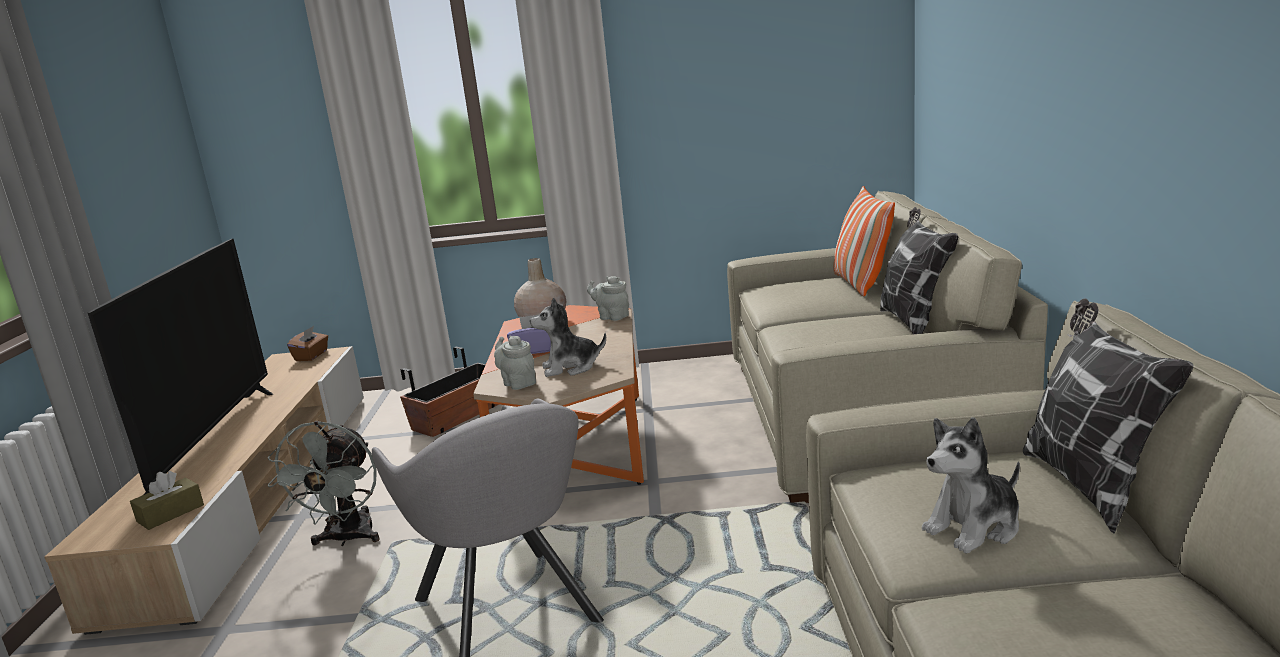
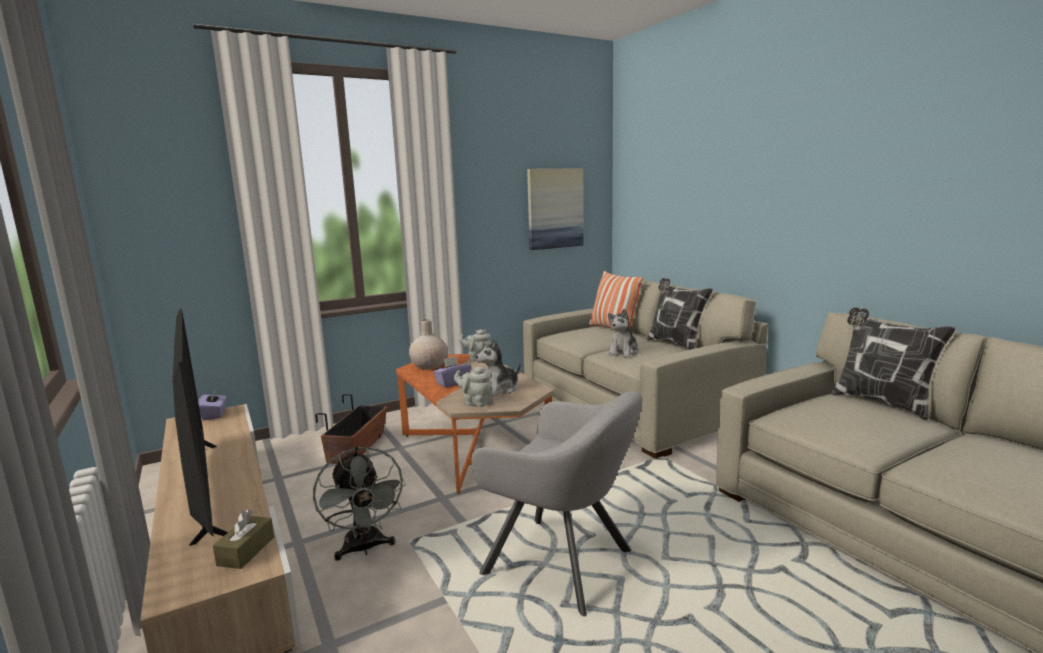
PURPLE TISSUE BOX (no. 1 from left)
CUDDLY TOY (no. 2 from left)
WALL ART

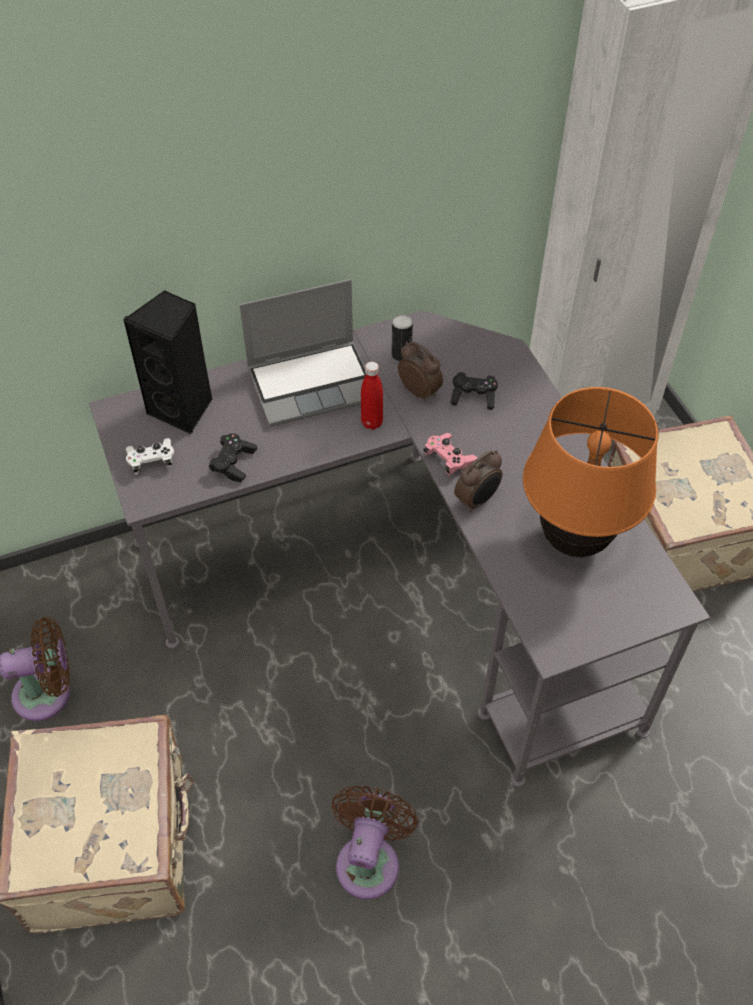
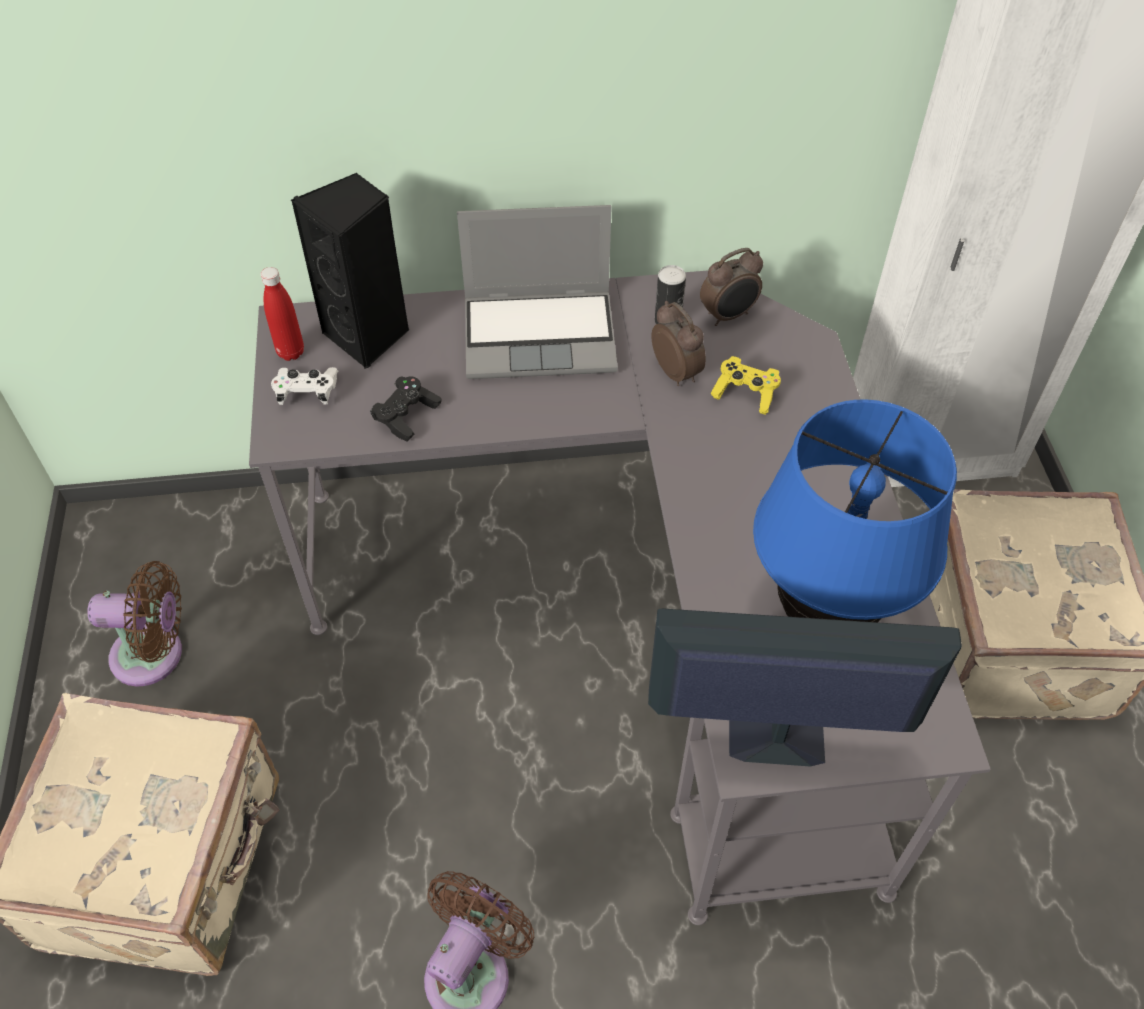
RED-COLOURED DRINK BOTTLE
PINK JOYPAD
YELLOW JOYPAD
ALARM CLOCK (no. 2 from left)
BLUISH TABLE LAMP
MONITOR

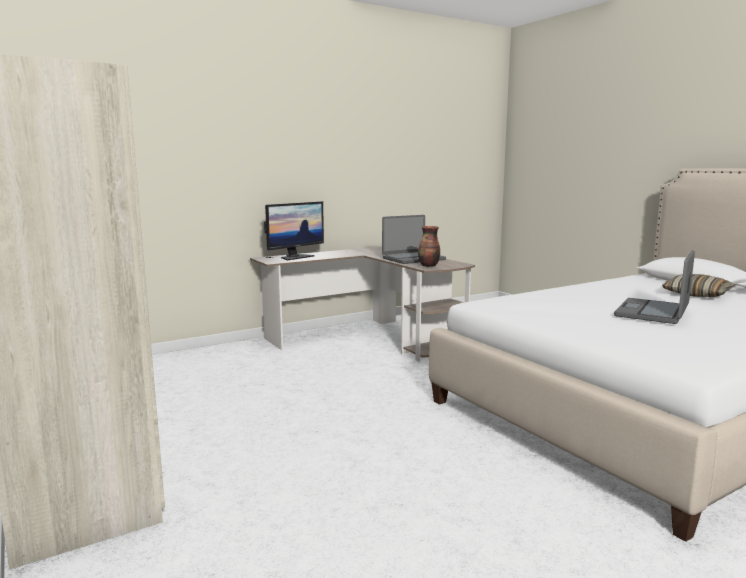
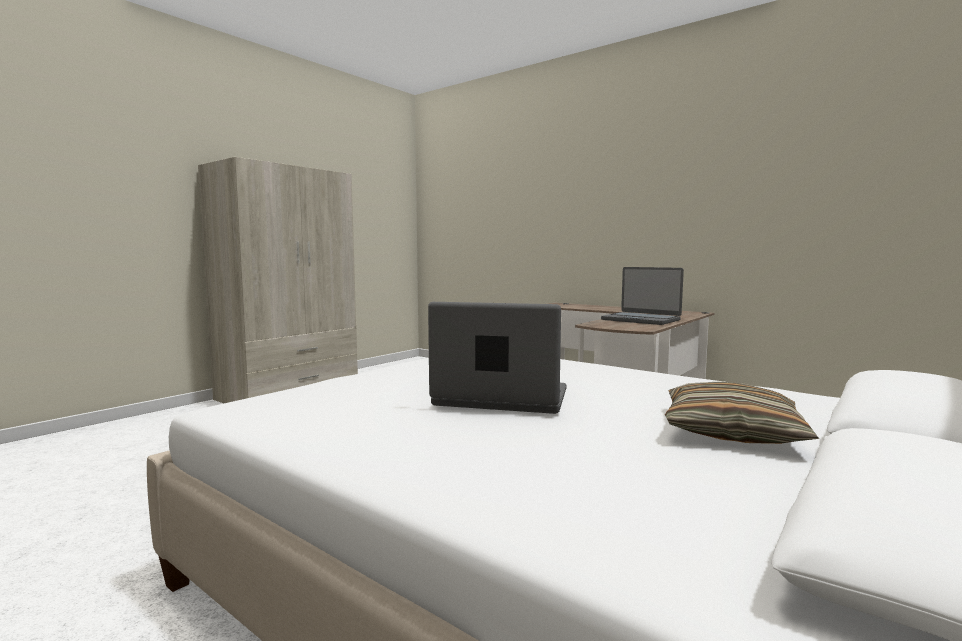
MONITOR
FLOWER VASE

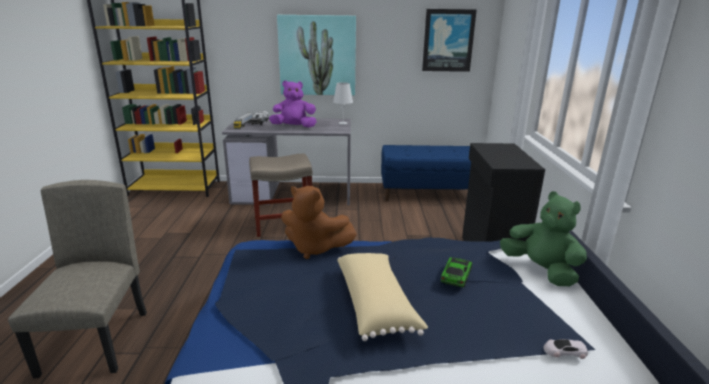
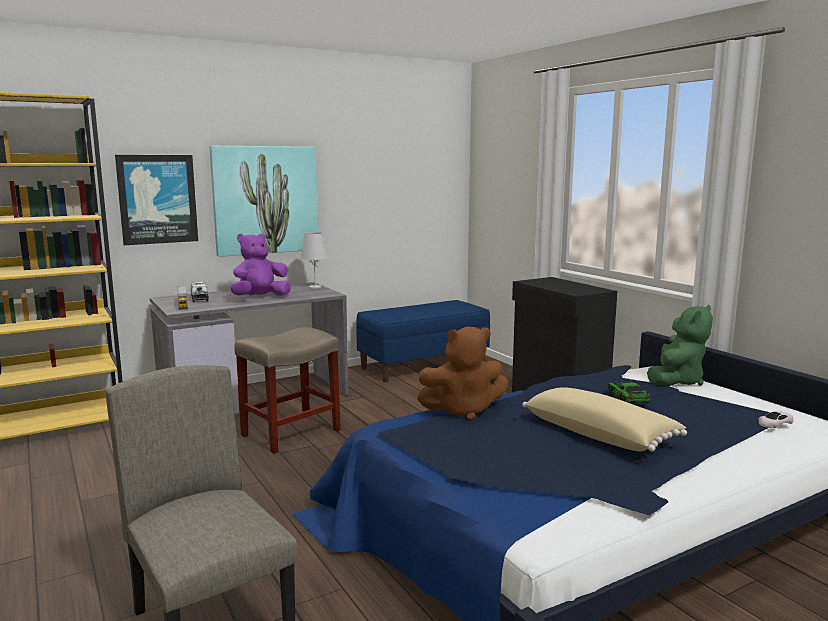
WALL ART (no. 1 from left)
GREEN CUDDLY TOY

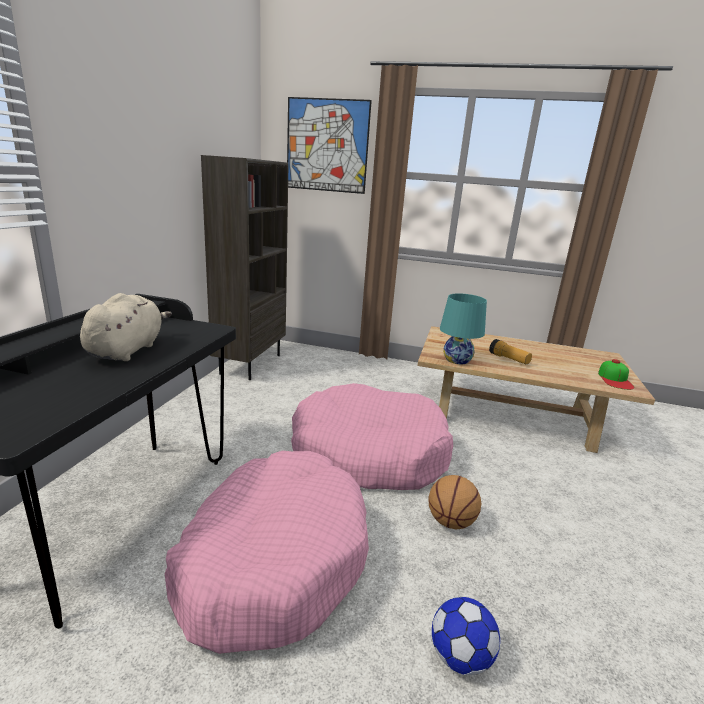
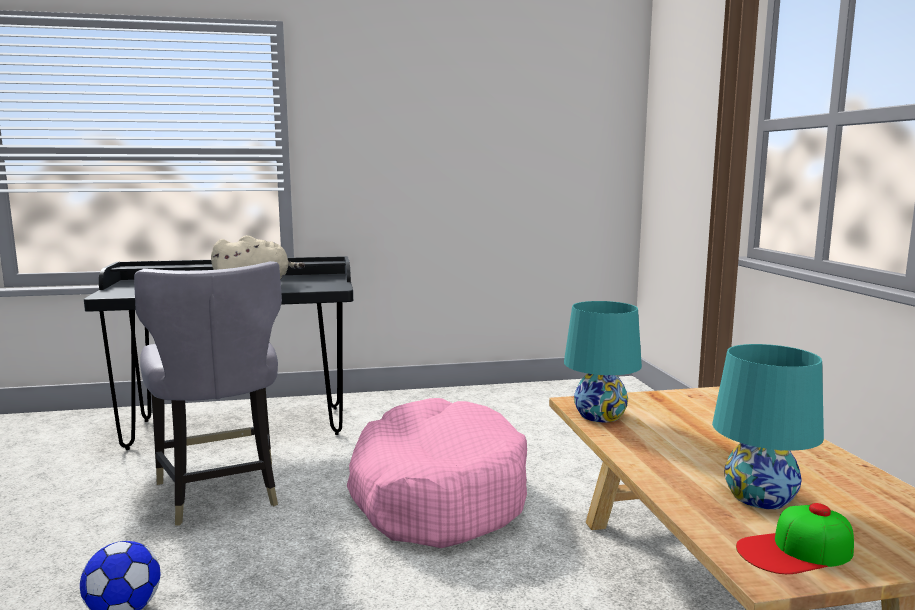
GRAY UPRIGHT CHAIR
BROWN SHELVING UNIT
WALL ART
BASKETBALL BALL
TORCH
TURQUOISE TABLE LAMP (no. 2 from left)

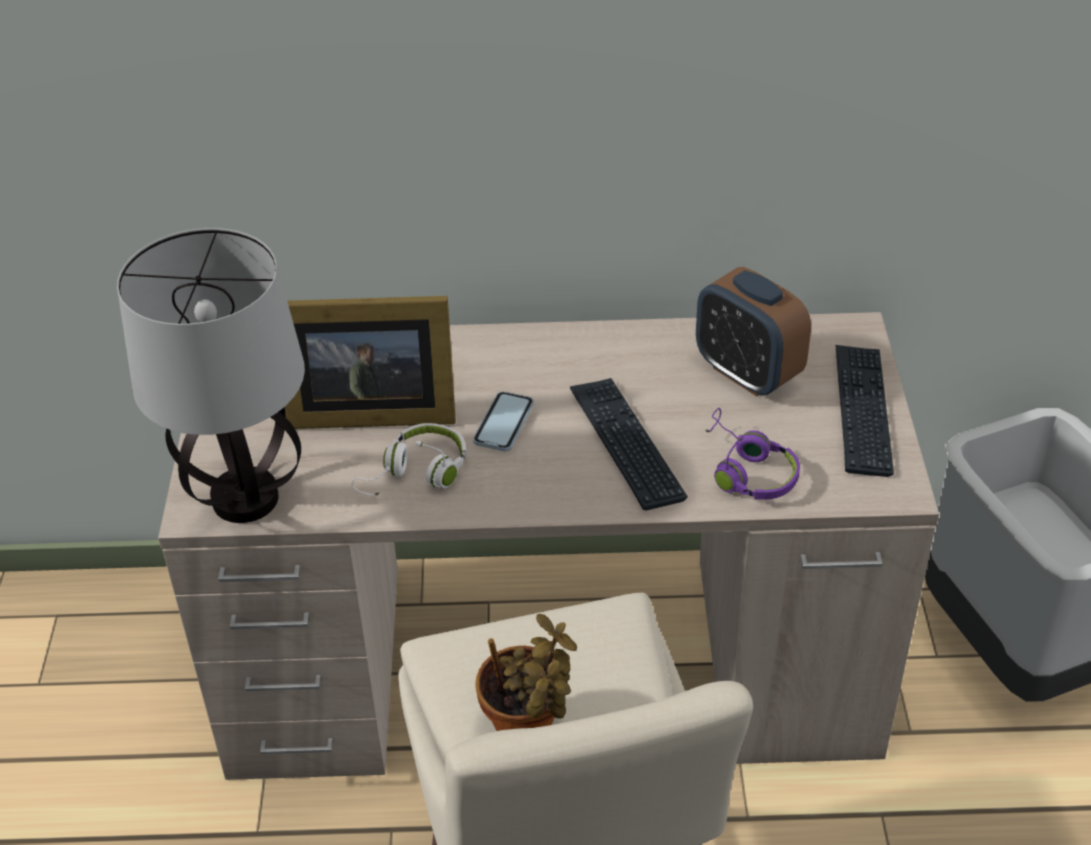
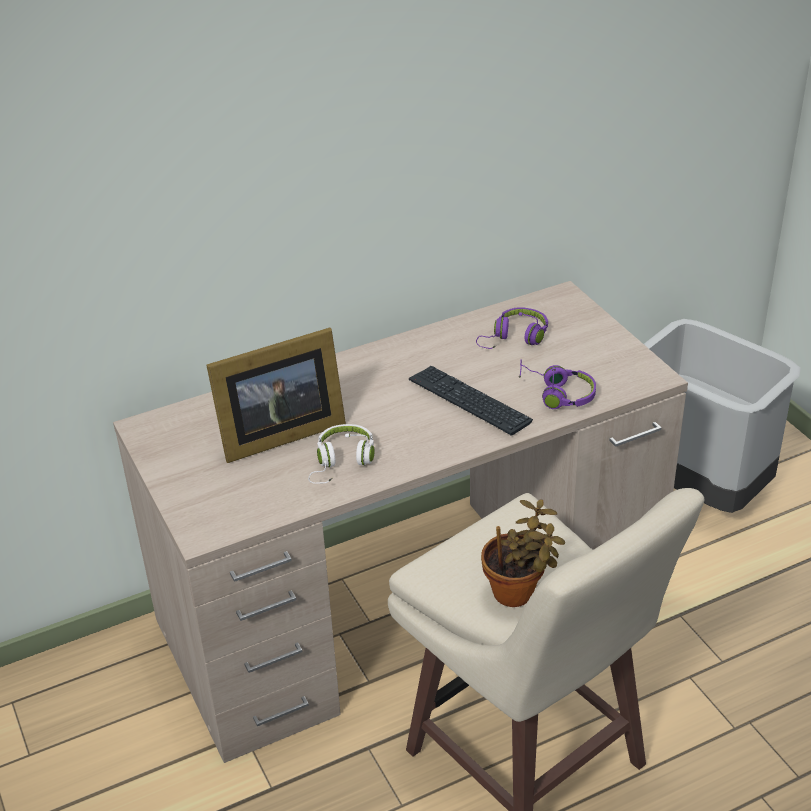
TABLE LAMP
HANDSET
PURPLE PAIR OF HEADPHONES (no. 1 from left)
KEYBOARD (no. 2 from left in the first image)

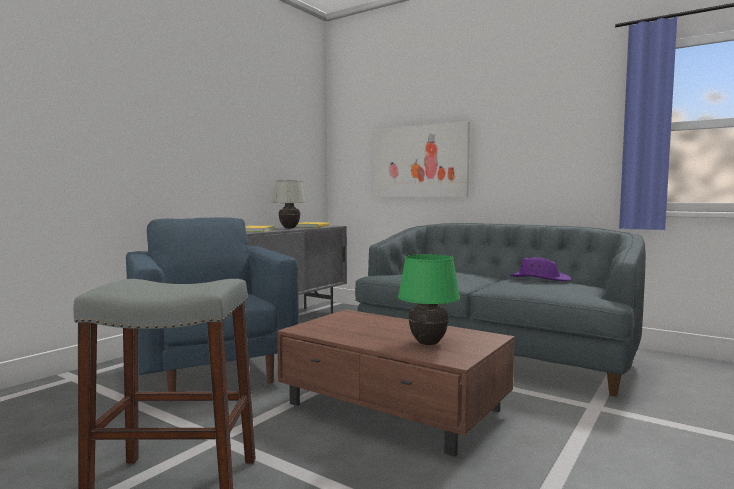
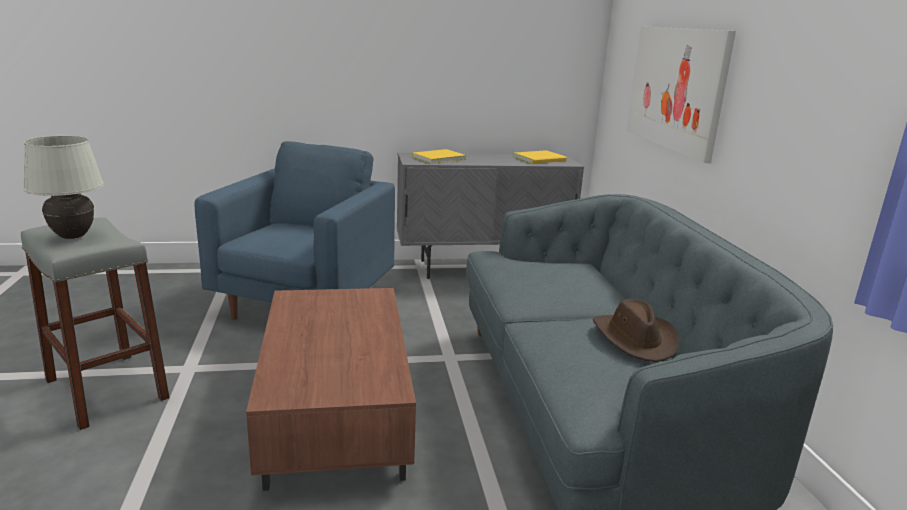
WHITISH TABLE LAMP
GREEN TABLE LAMP
BROWN CLOTHING HAT

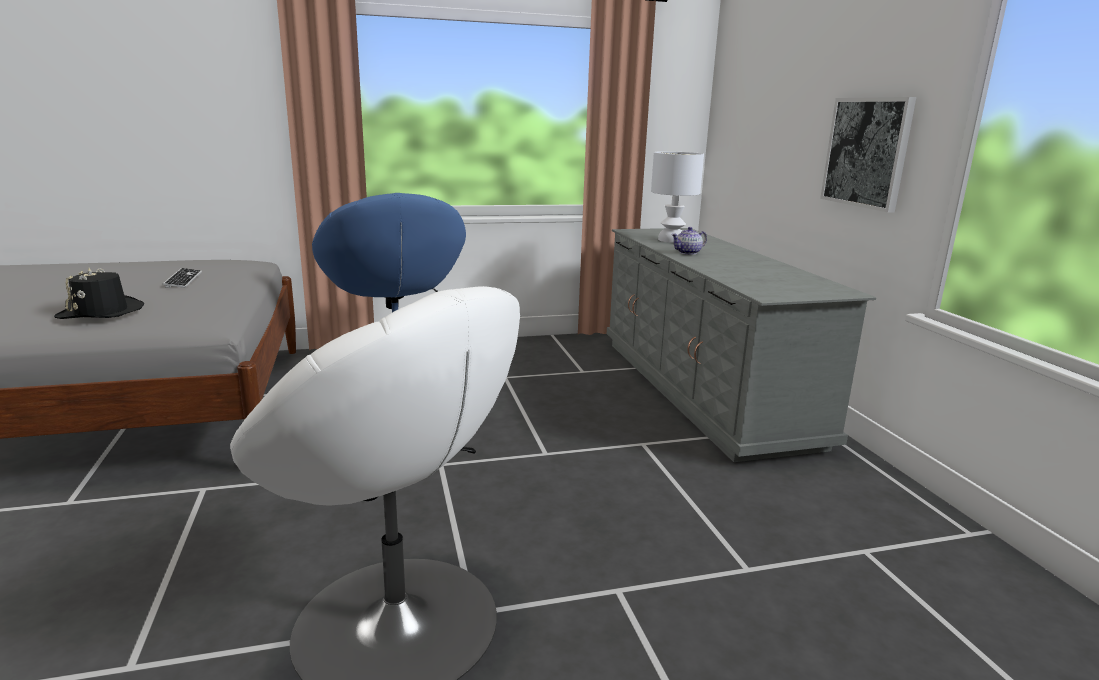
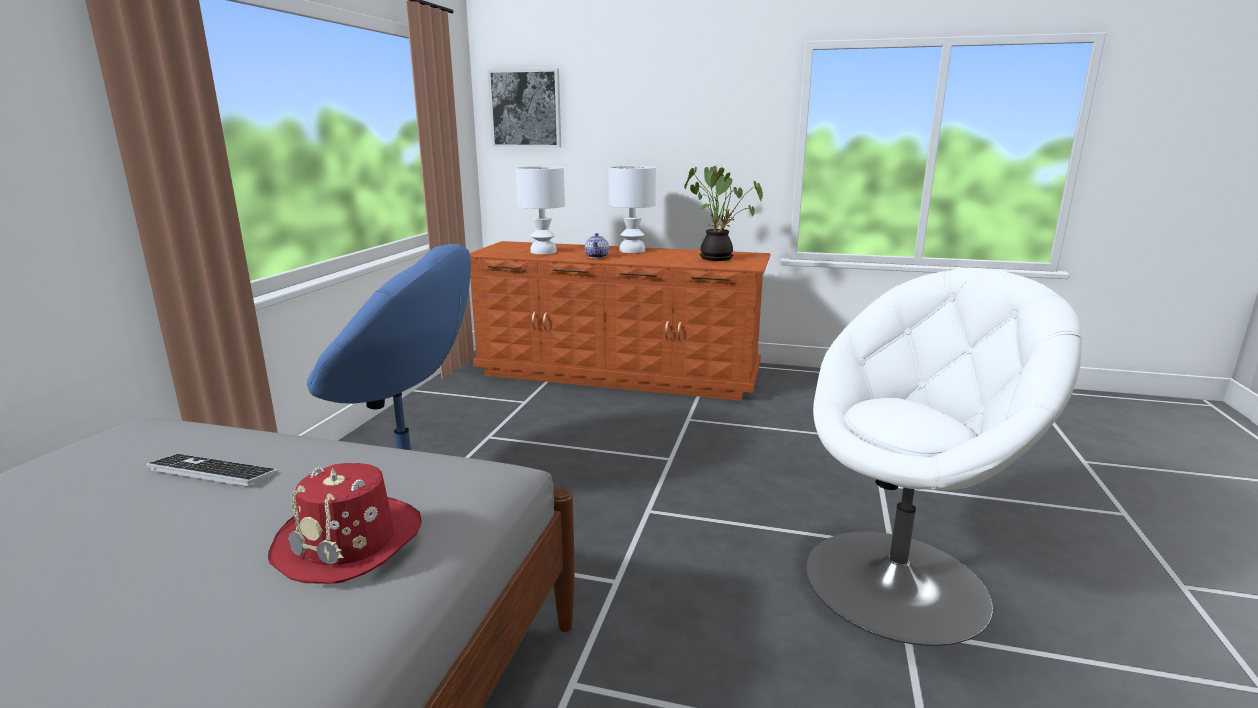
RED-COLOURED CLOTHING HAT
BROWN DRESSER
WALL ART
WHITISH TABLE LAMP (no. 2 from left)
HOUSEPLANT

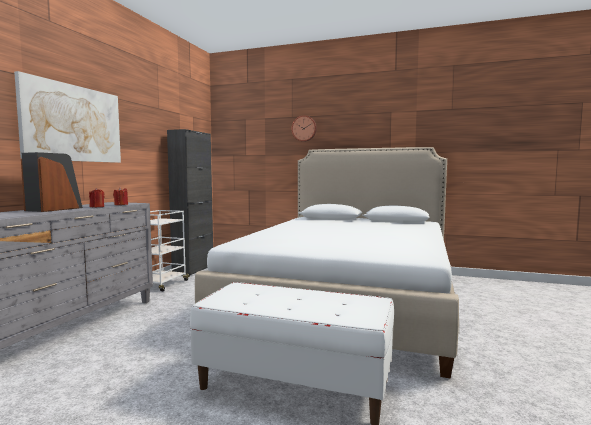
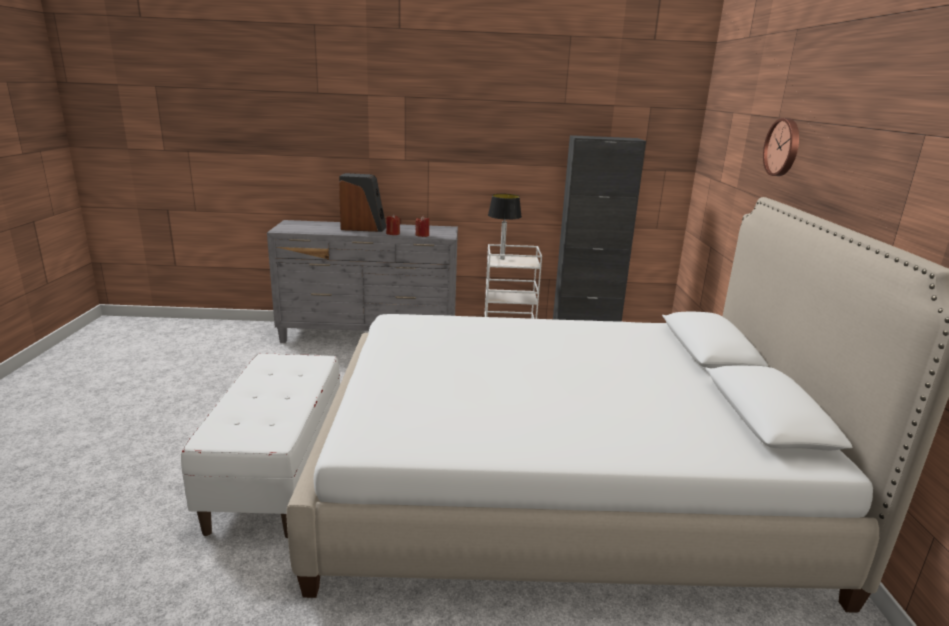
WALL ART
TABLE LAMP

